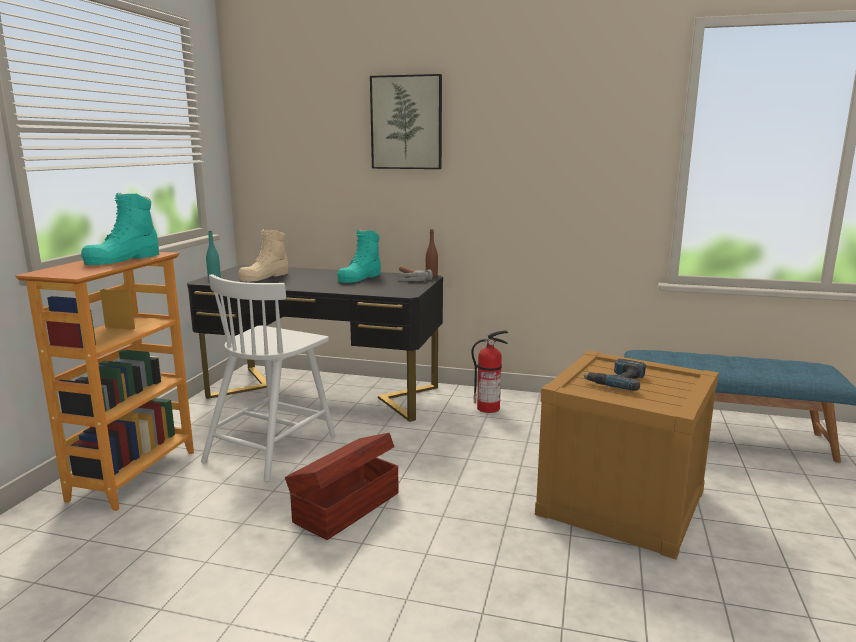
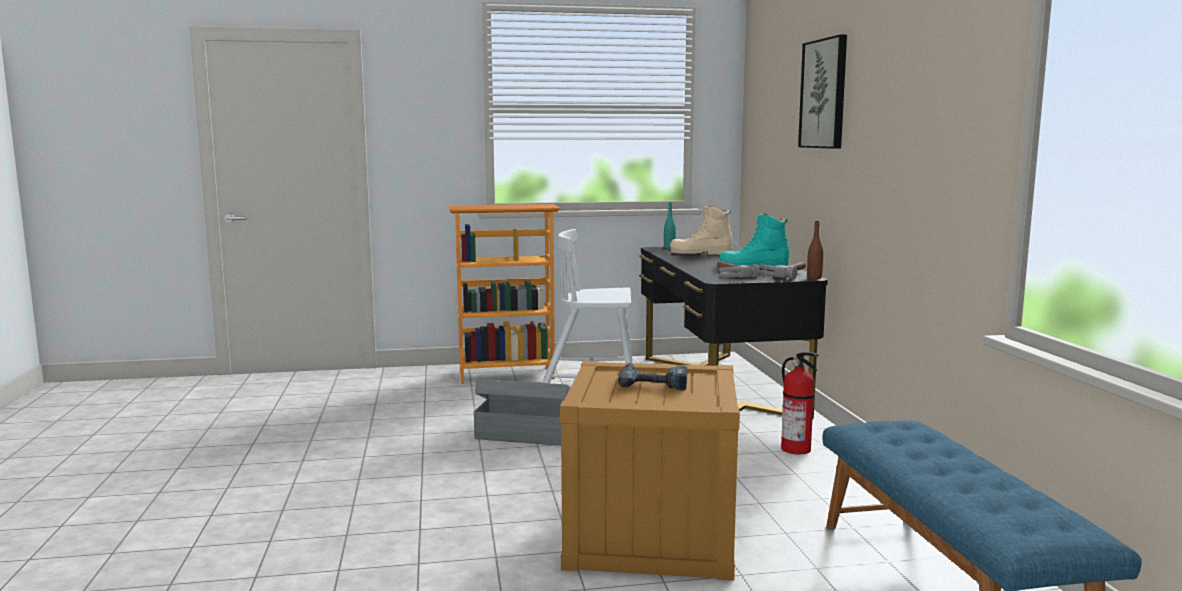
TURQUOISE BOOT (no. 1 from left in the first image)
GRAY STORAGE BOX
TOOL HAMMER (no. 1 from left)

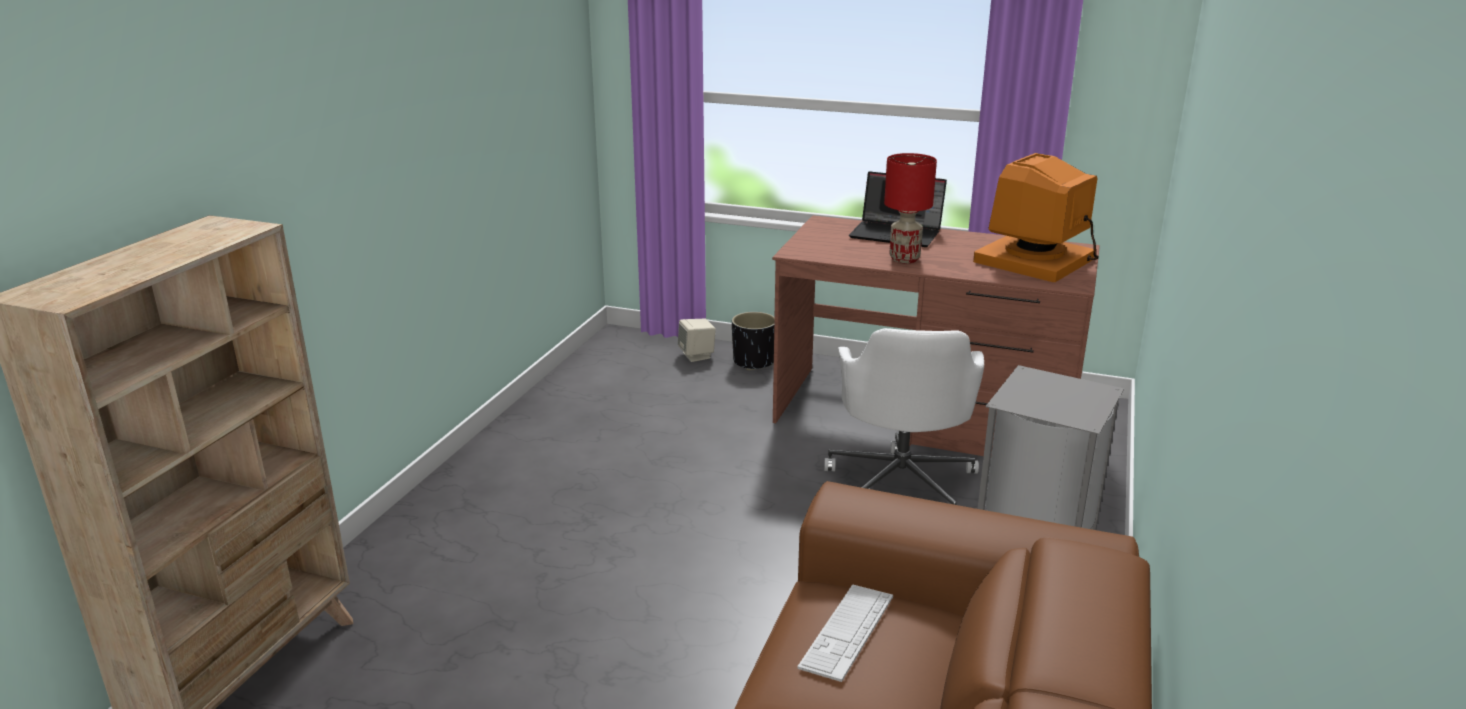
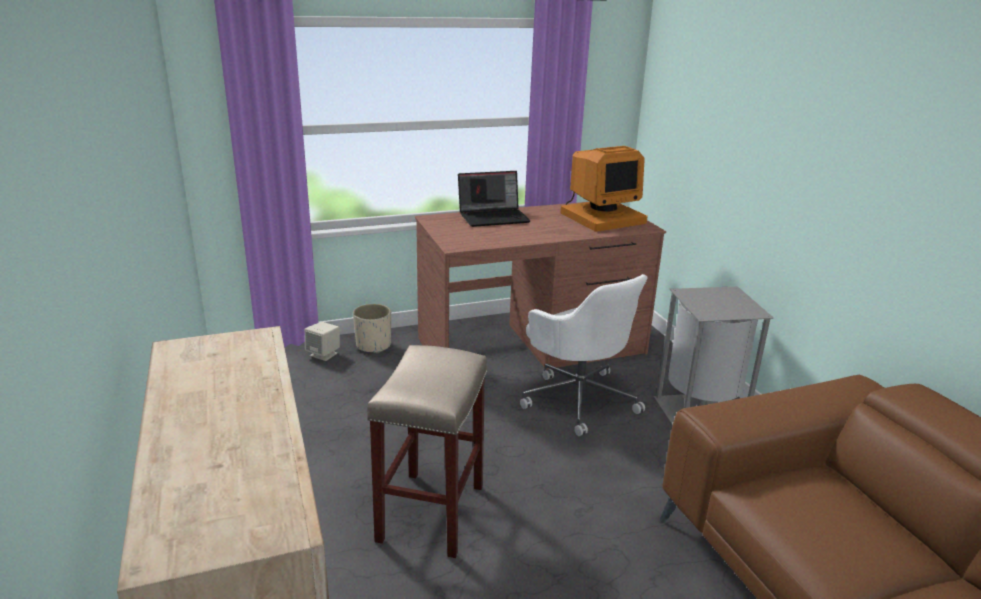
SAND-COLOURED PLANT POT
KEYBOARD
RED-COLOURED TABLE LAMP
MONITOR
SAND-COLOURED SITTING STOOL

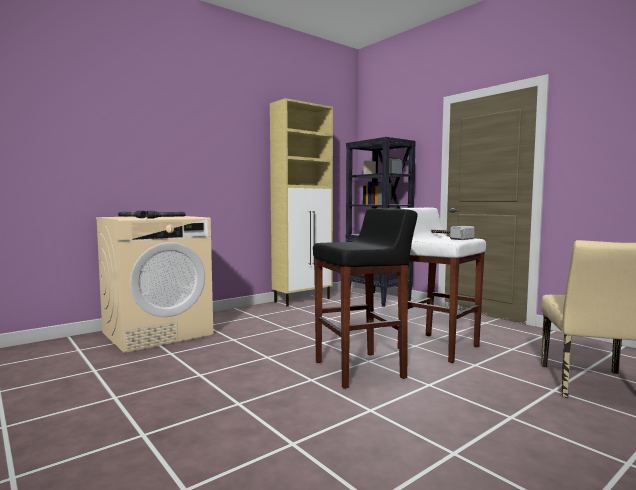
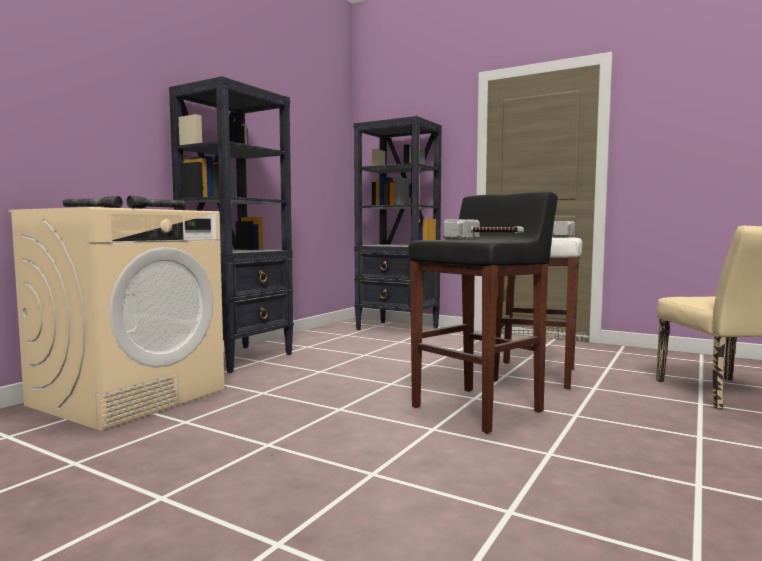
SAND-COLOURED CUPBOARD
BLACK-COLOURED SHELVING UNIT (no. 1 from left)
TOOL HAMMER (no. 1 from left)

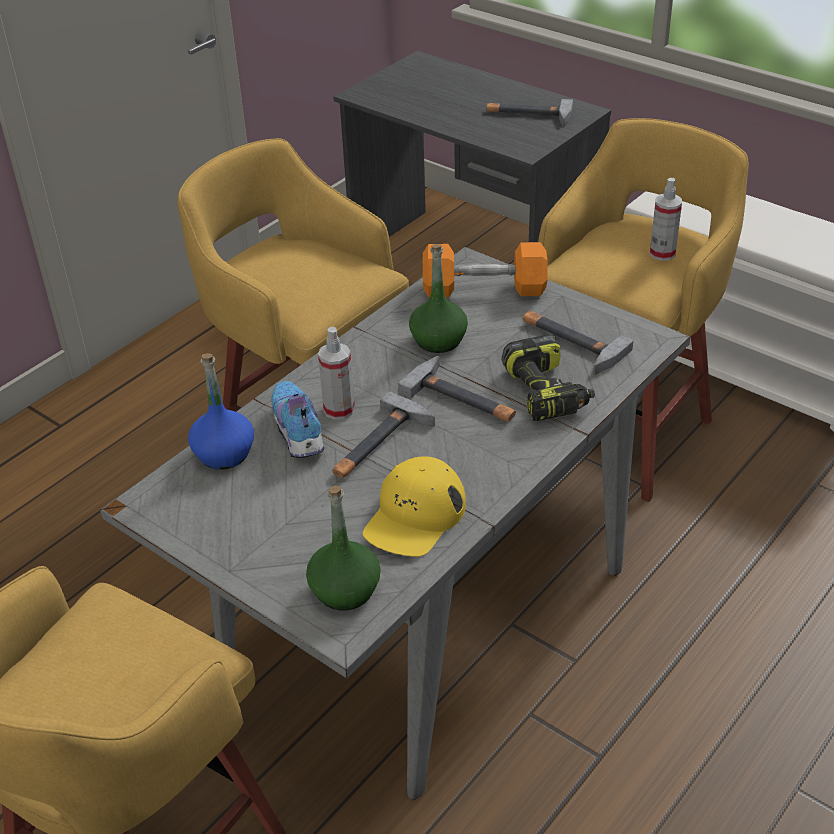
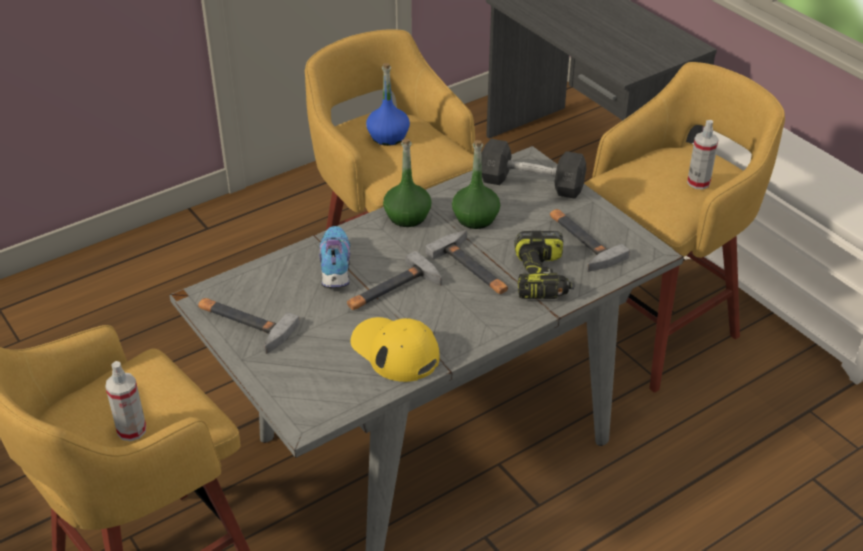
BLUISH DRINK BOTTLE
GREEN DRINK BOTTLE (no. 1 from left)
SPRAYER (no. 1 from left)
YELLOW PEAKED CAP
GRAY HAND WEIGHT
TOOL HAMMER (no. 1 from left)

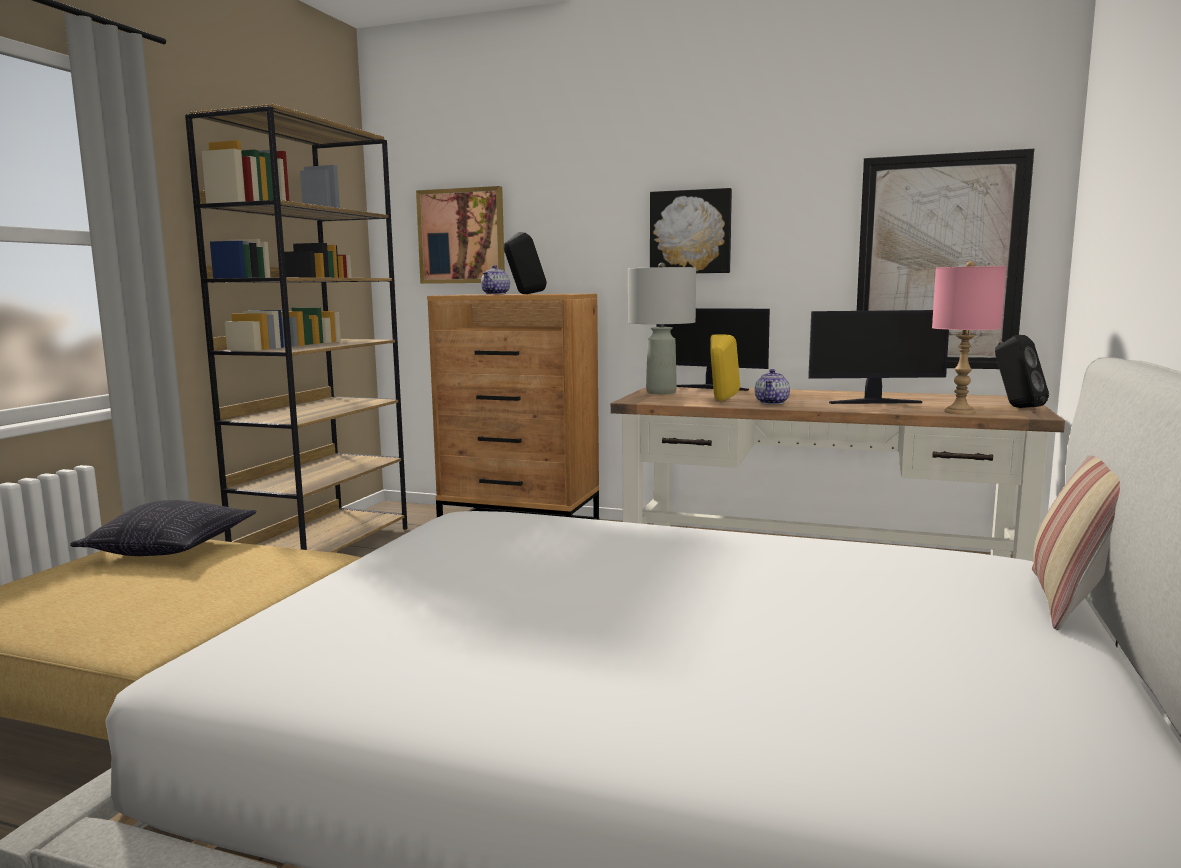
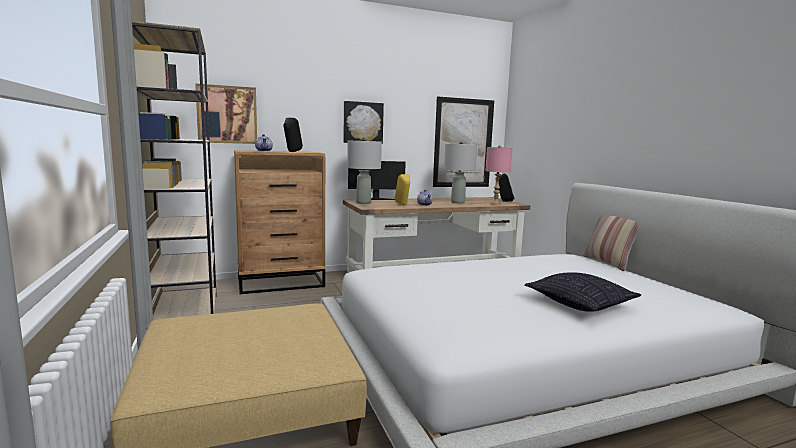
PILLOW (no. 1 from left)
GRAY TABLE LAMP (no. 2 from left)

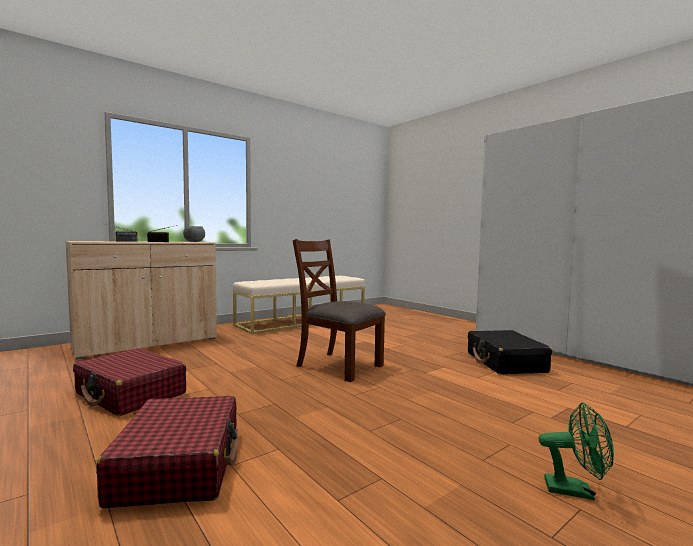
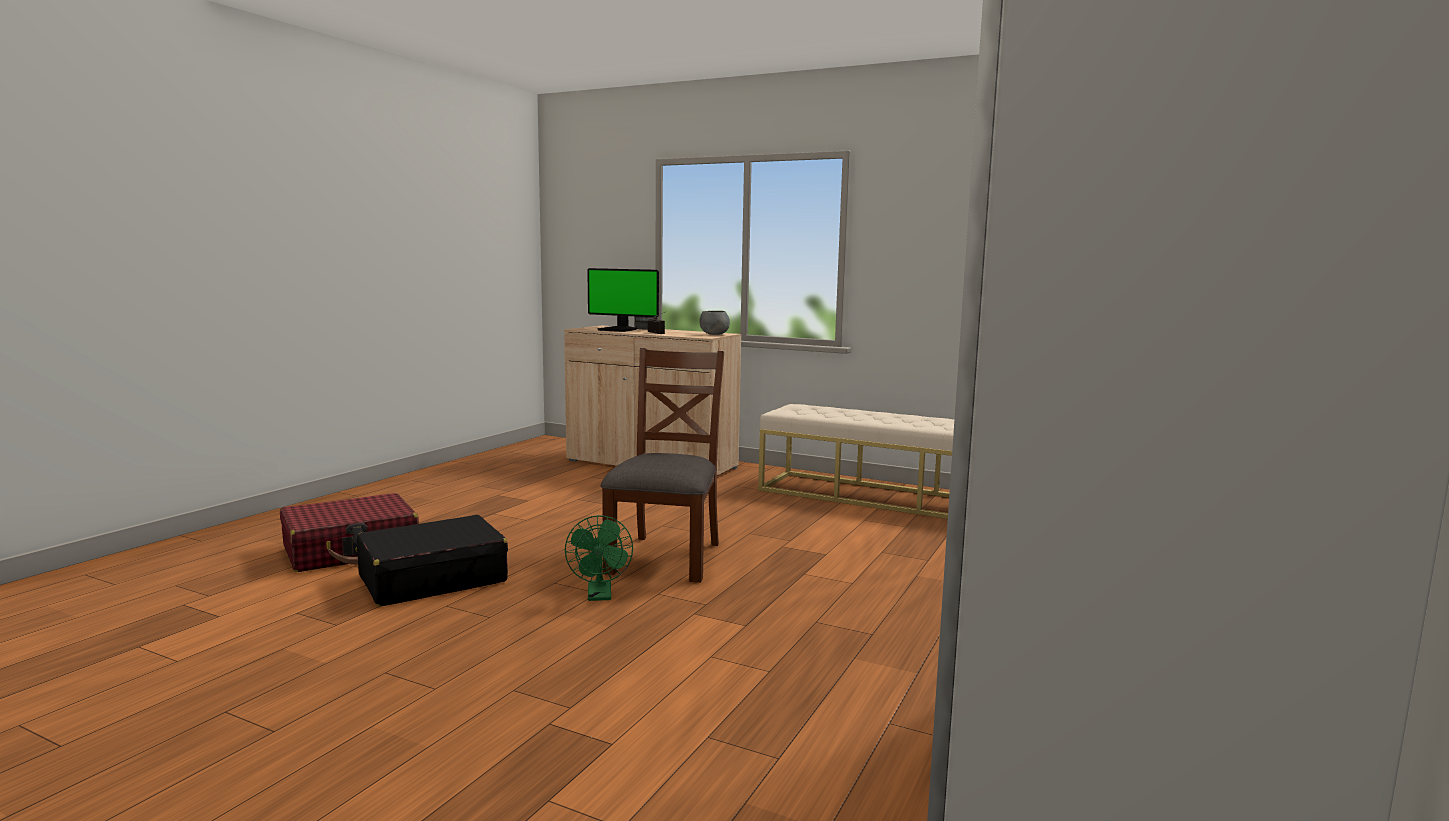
RED-COLOURED SUITCASE (no. 1 from left in the first image)
BLACK-COLOURED SUITCASE
GREEN COOLING FAN
MONITOR

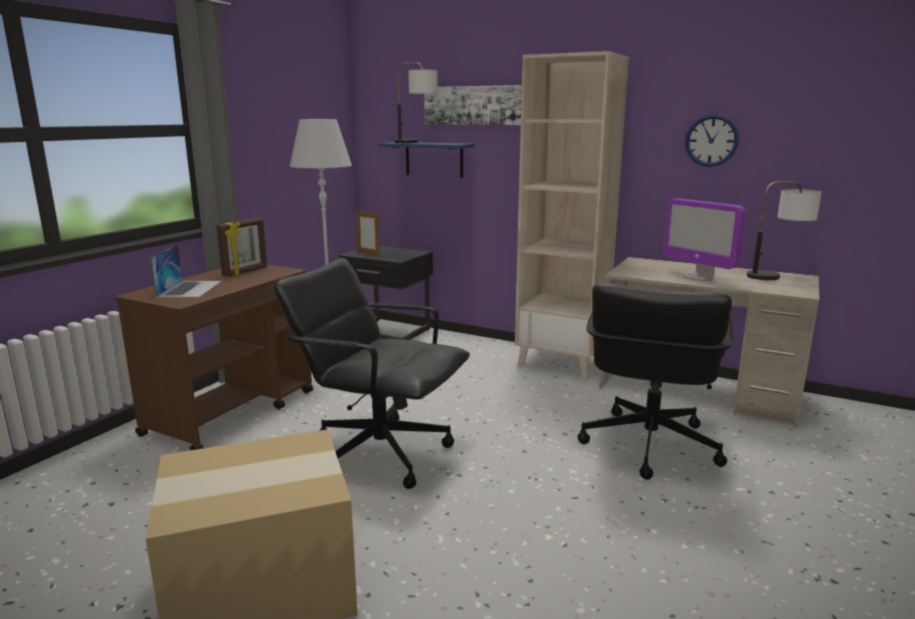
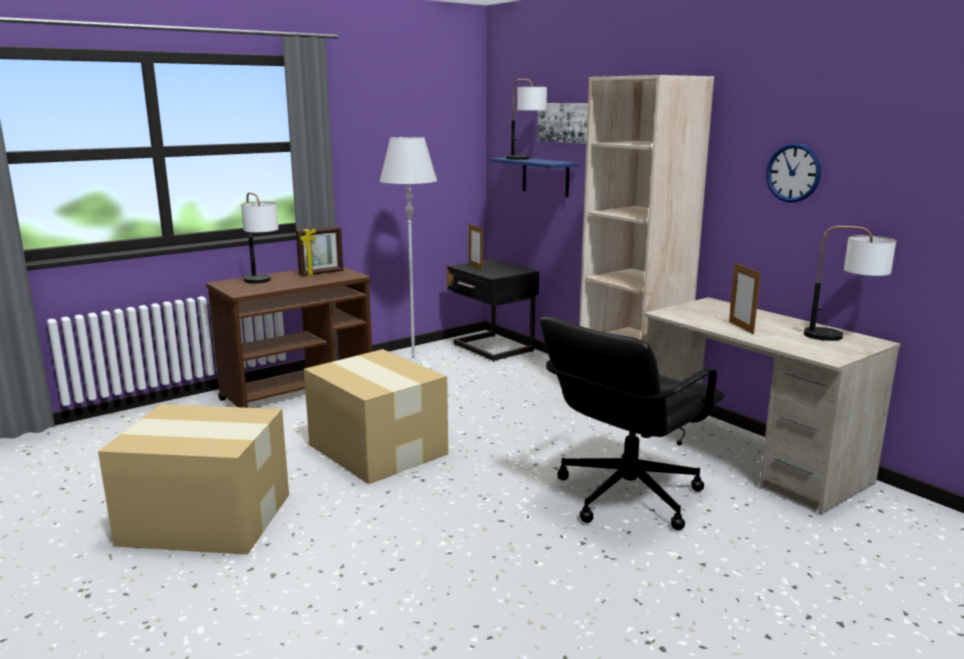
TABLE LAMP (no. 1 from left)
CARDBOARD BOX (no. 2 from left)
PICTURE FRAME (no. 3 from left)

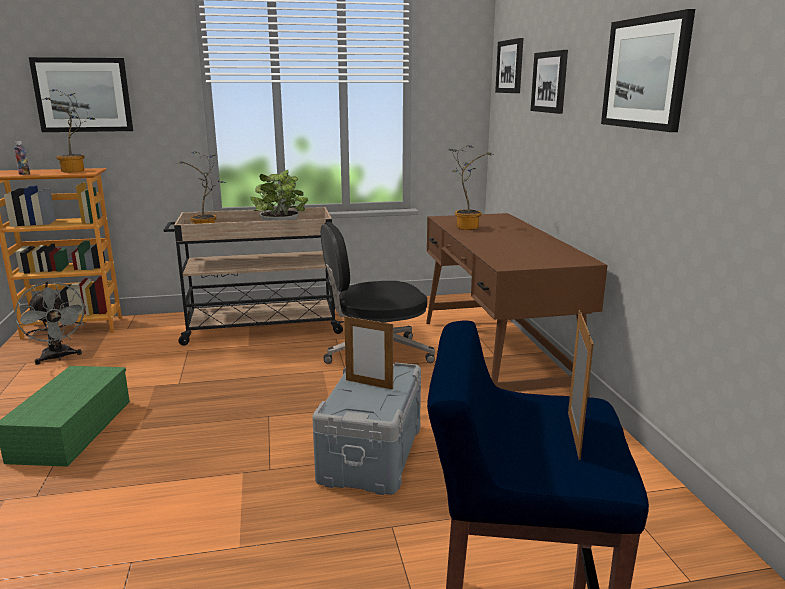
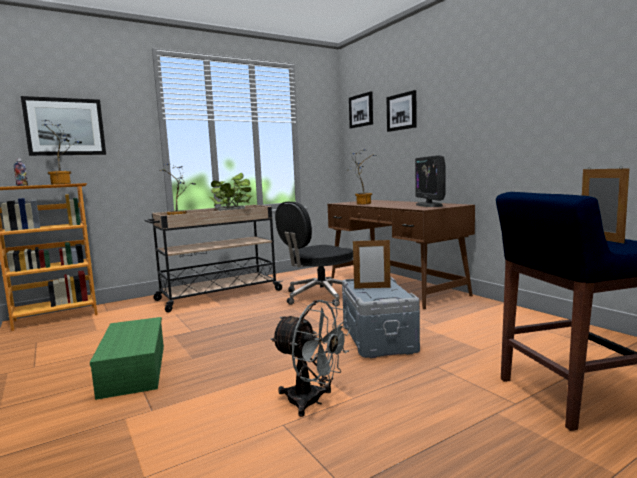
GRAY COOLING FAN
WALL ART (no. 4 from left in the first image)
MONITOR

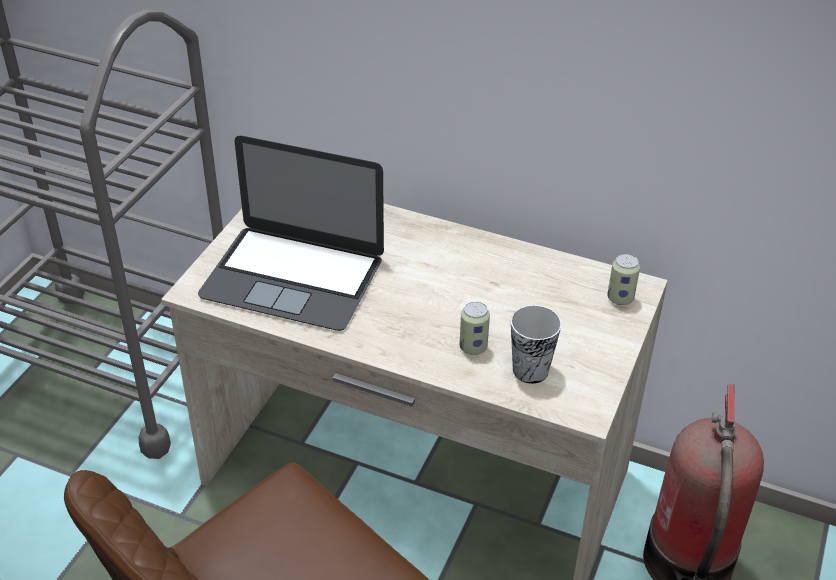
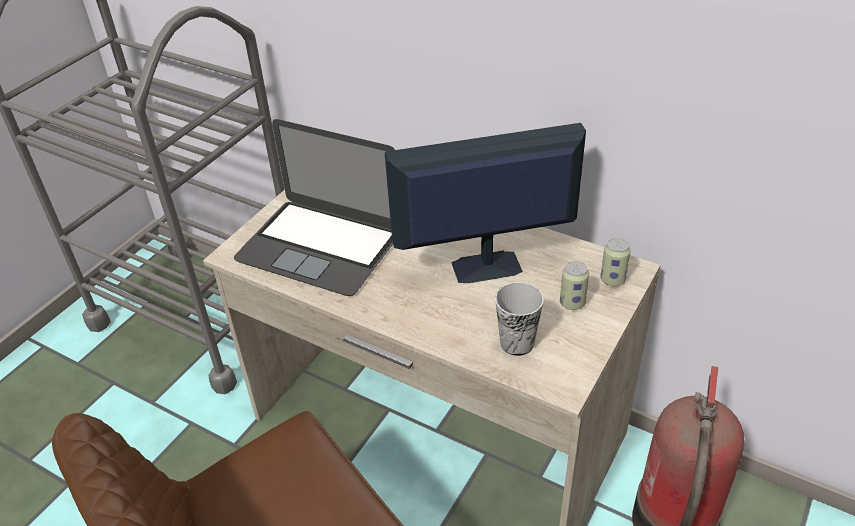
CAN (no. 1 from left)
MONITOR

